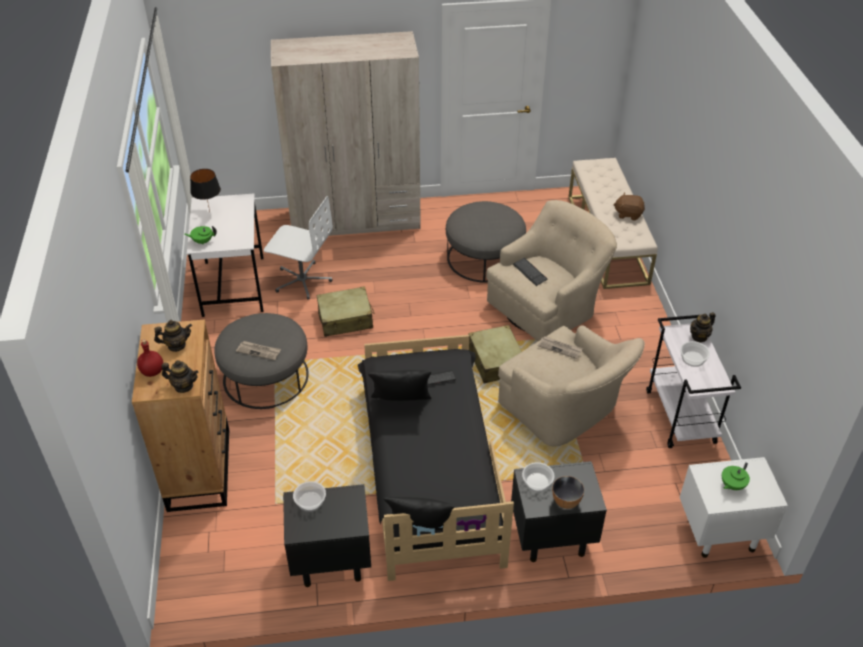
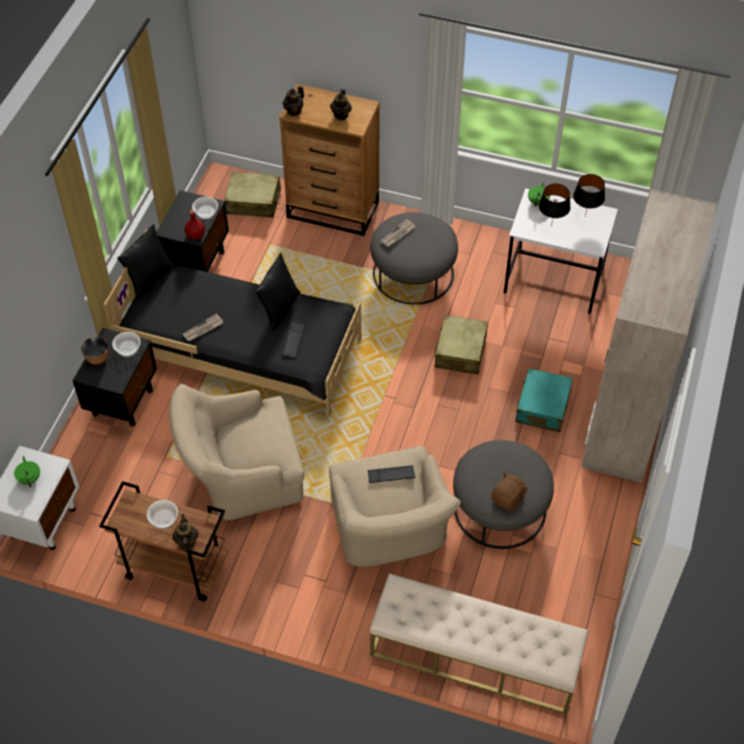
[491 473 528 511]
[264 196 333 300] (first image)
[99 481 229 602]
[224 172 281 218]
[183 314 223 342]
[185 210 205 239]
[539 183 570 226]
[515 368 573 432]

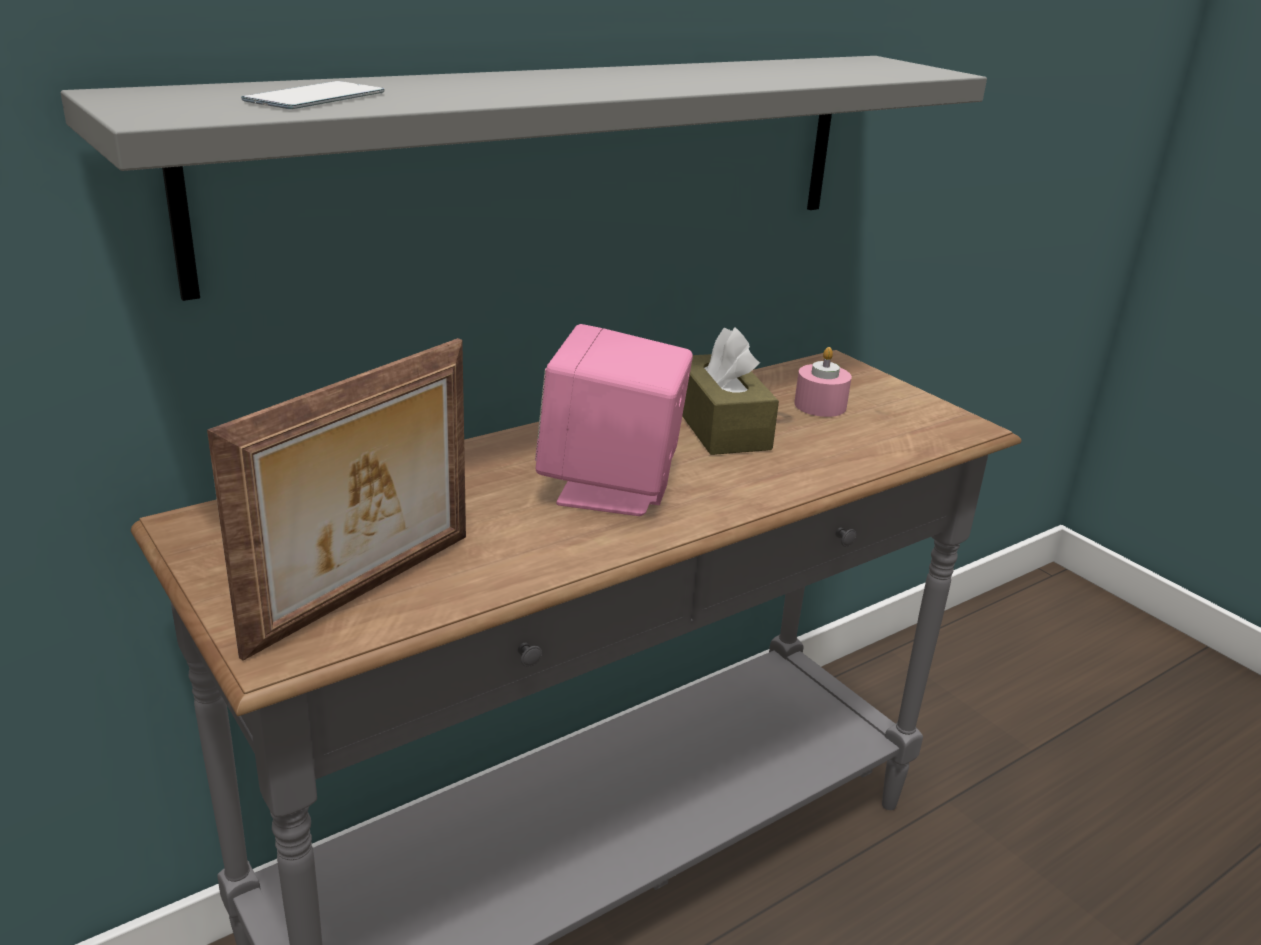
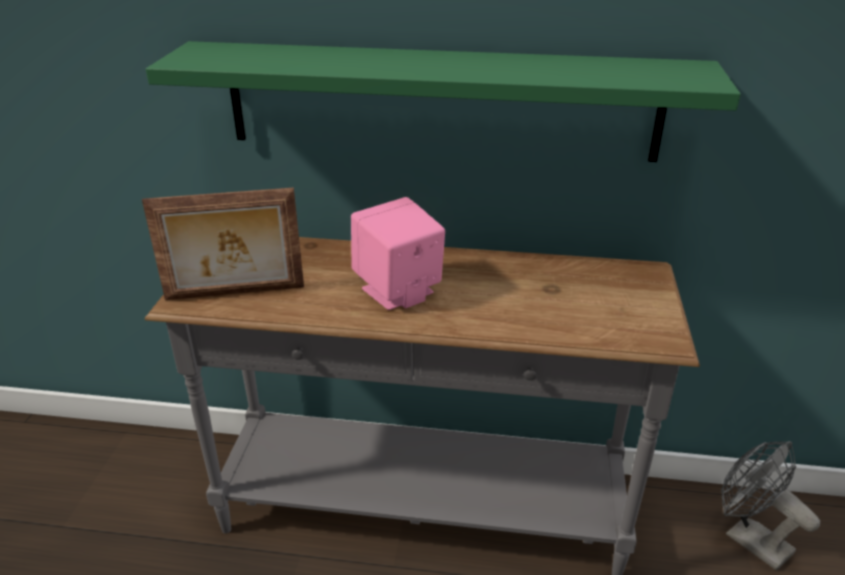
[146 41 741 162]
[241 81 384 109] (first image)
[682 327 779 455] (first image)
[794 347 852 417] (first image)
[721 441 820 571]

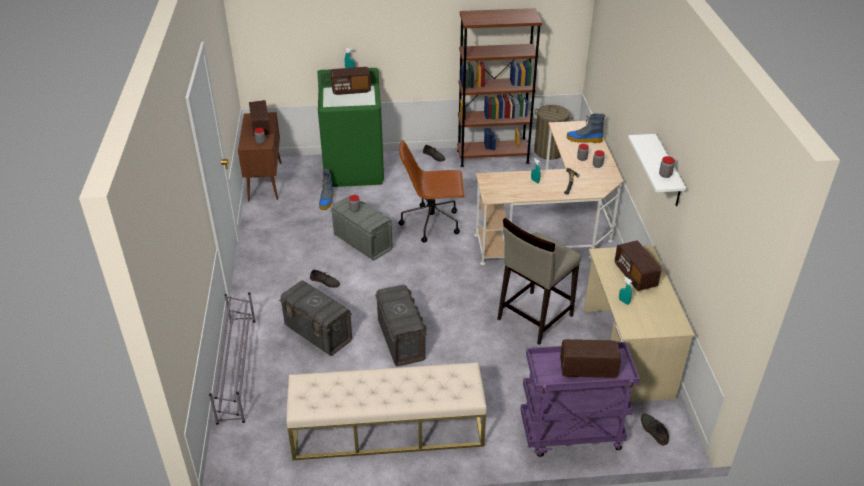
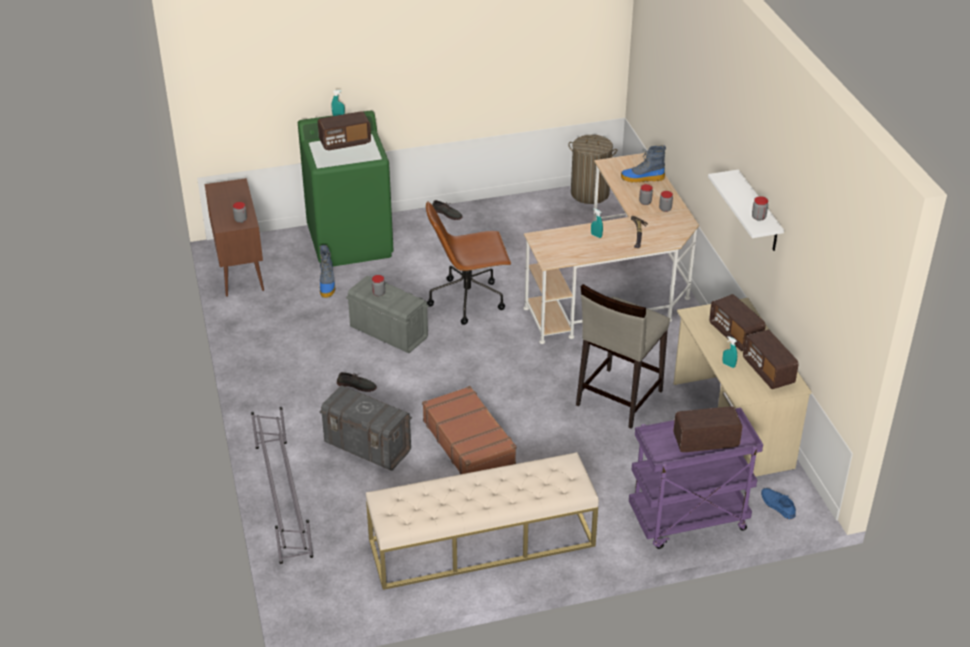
[457 8 542 167] (first image)
[743 329 799 389]
[422 386 516 474]
[761 488 796 519]

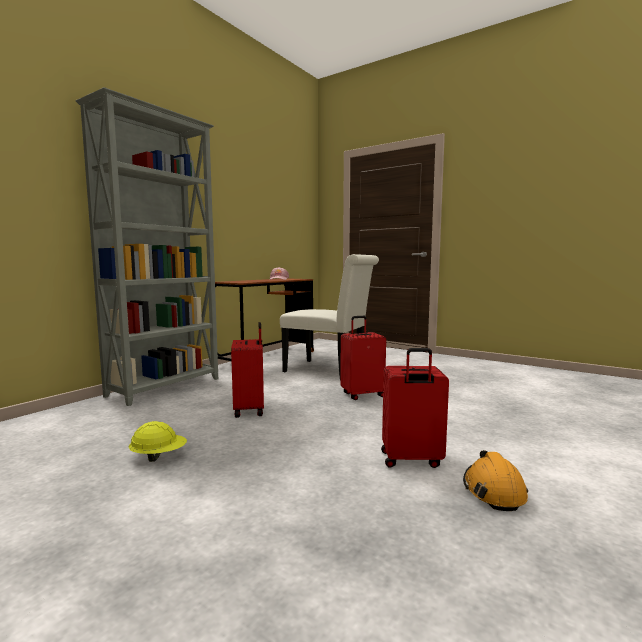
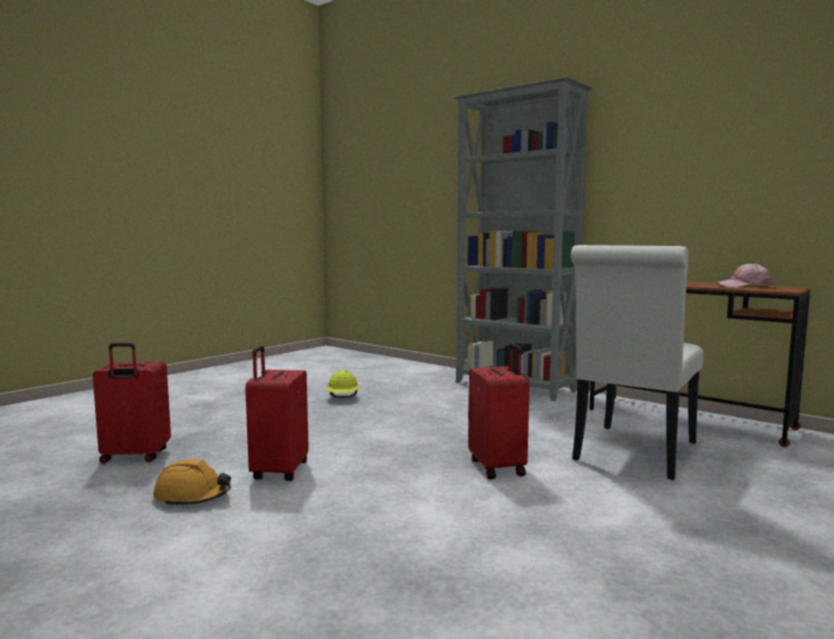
[93 343 171 463]

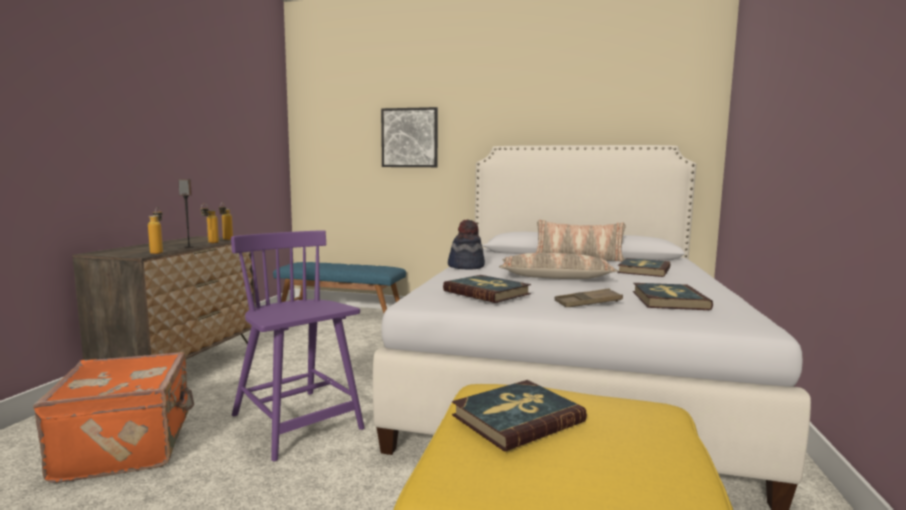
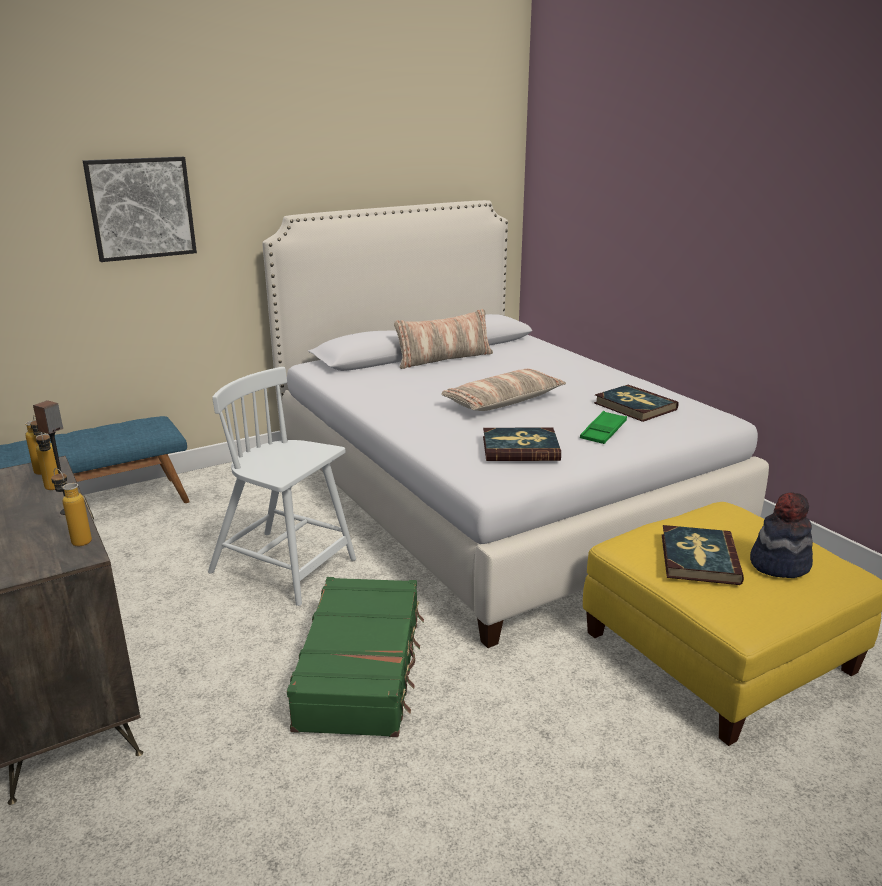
[750 492 813 578]
[287 577 424 737]
[617 258 671 277] (first image)
[580 411 627 444]
[33 352 194 483] (first image)
[208 367 356 606]

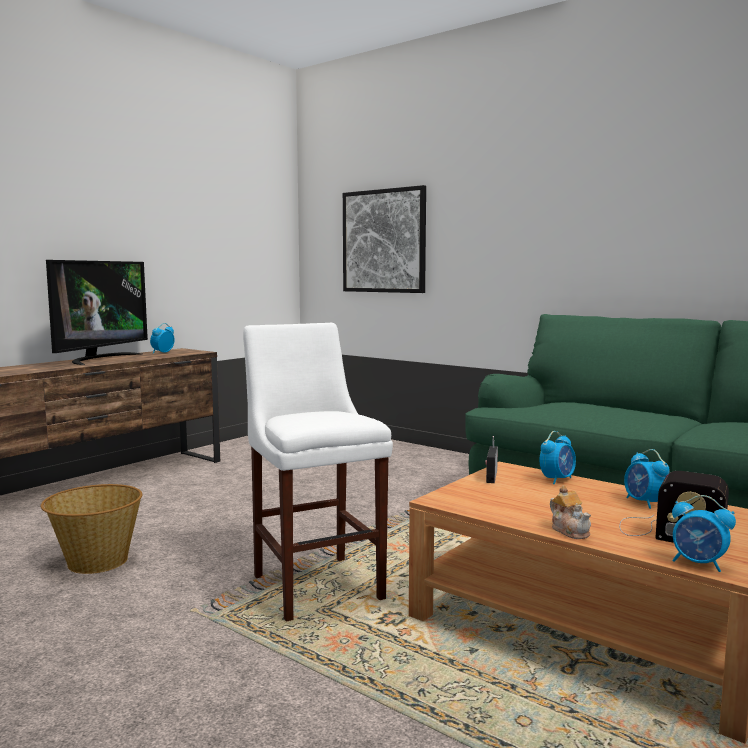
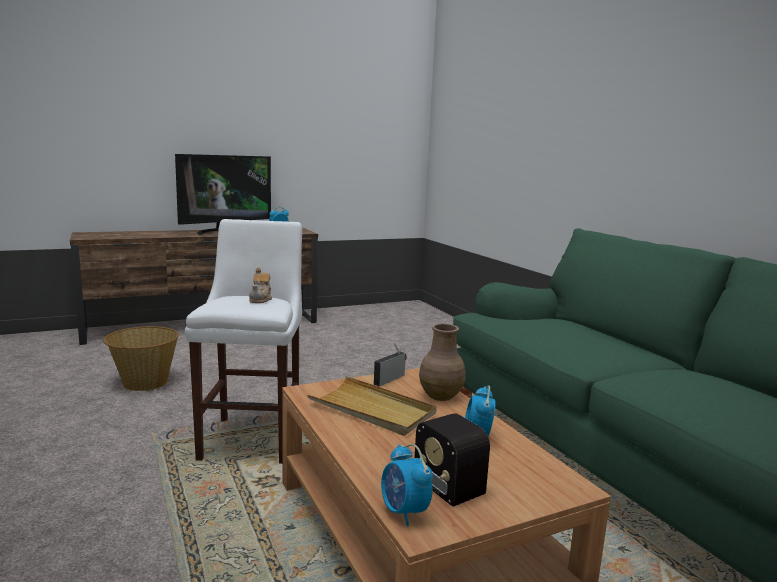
[343 185 426 293] (first image)
[419 324 466 401]
[249 268 272 303]
[307 376 437 436]

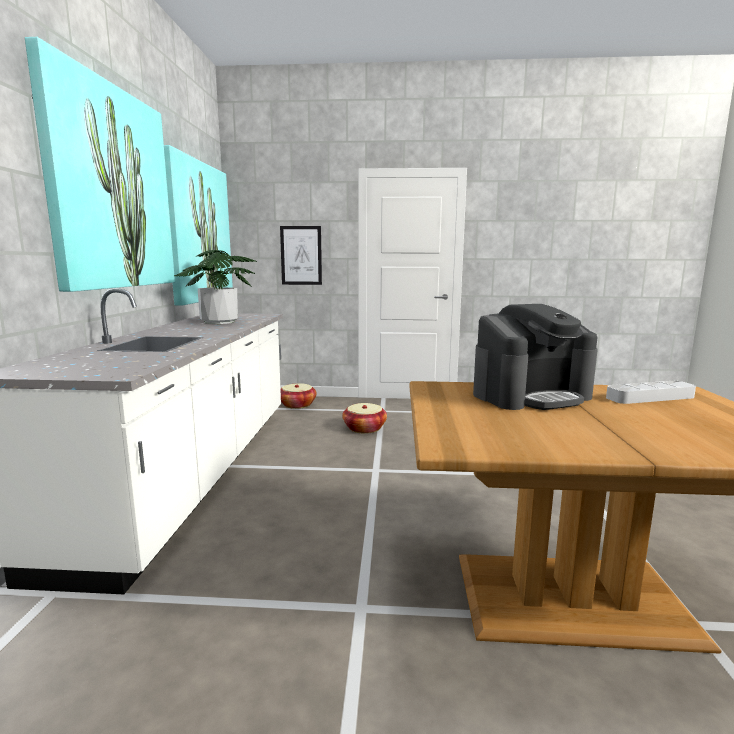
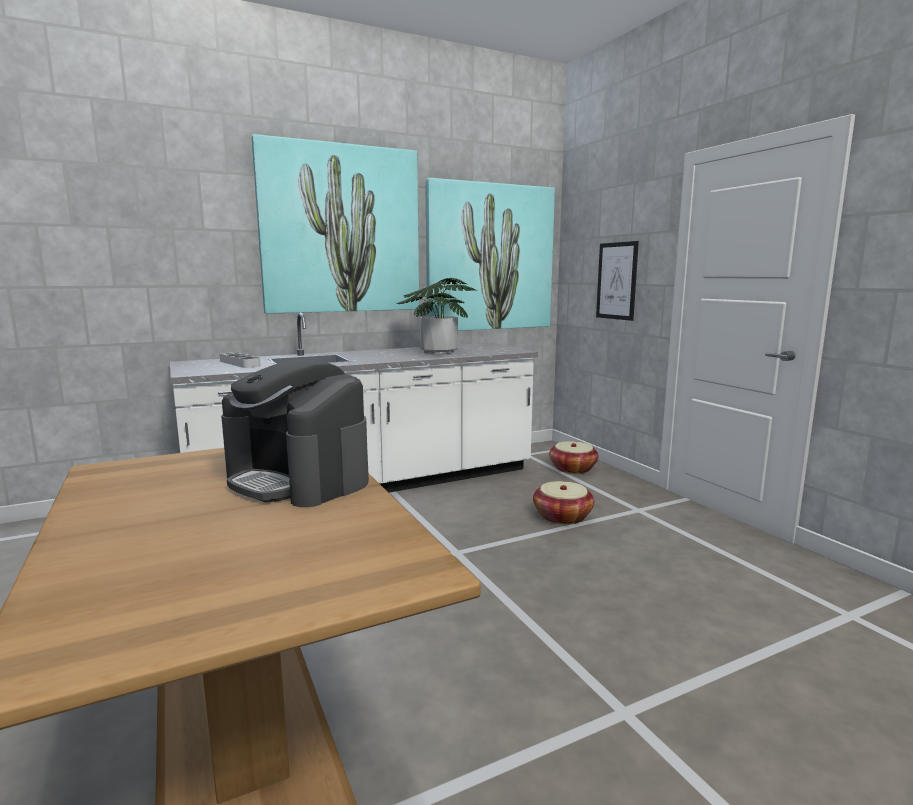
[220 352 261 368]

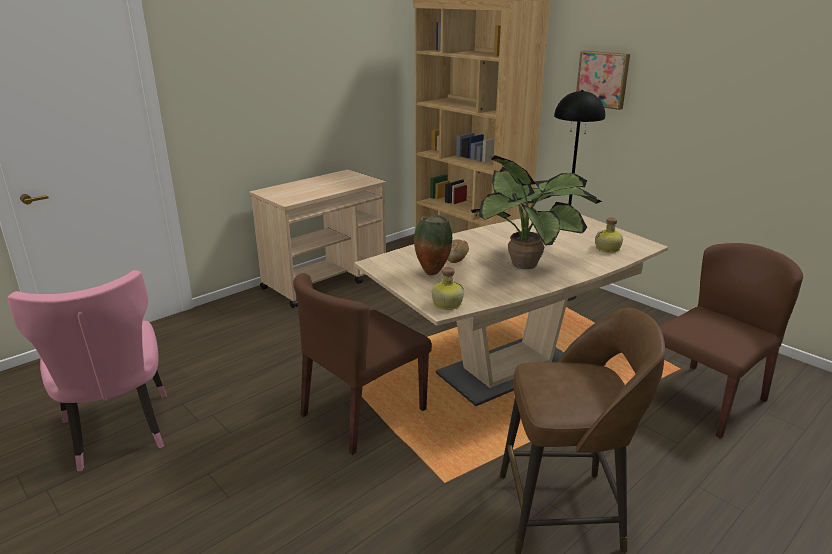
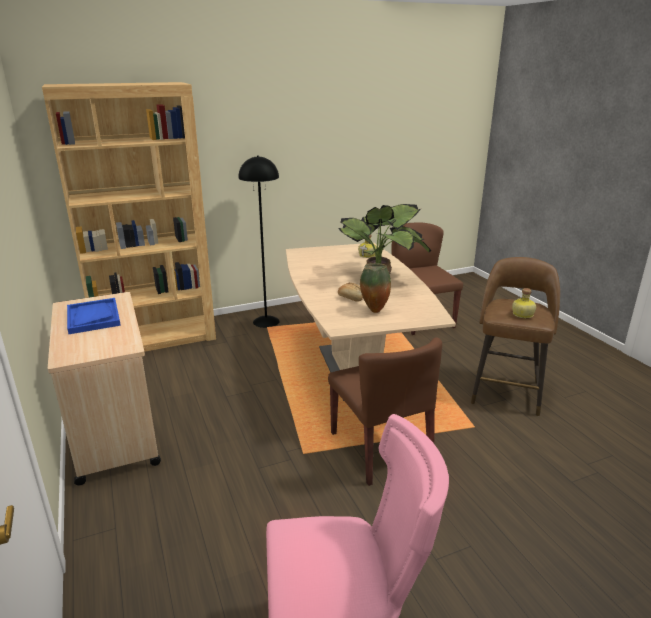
[576 51 630 110] (first image)
[512 288 536 318]
[67 298 121 334]

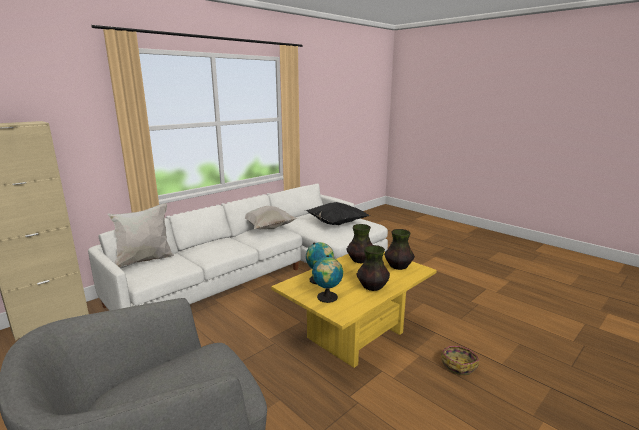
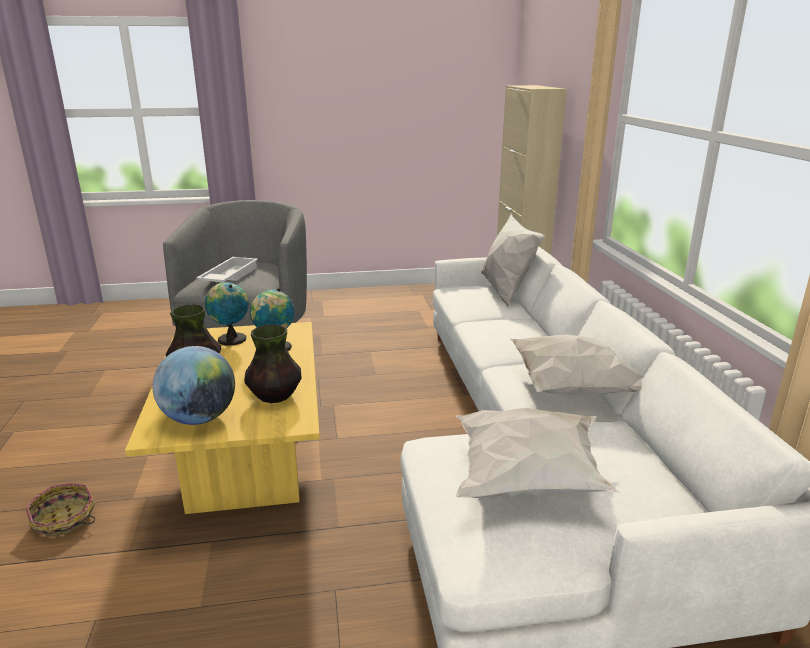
[456 408 620 498]
[153 346 235 425]
[196 257 258 282]

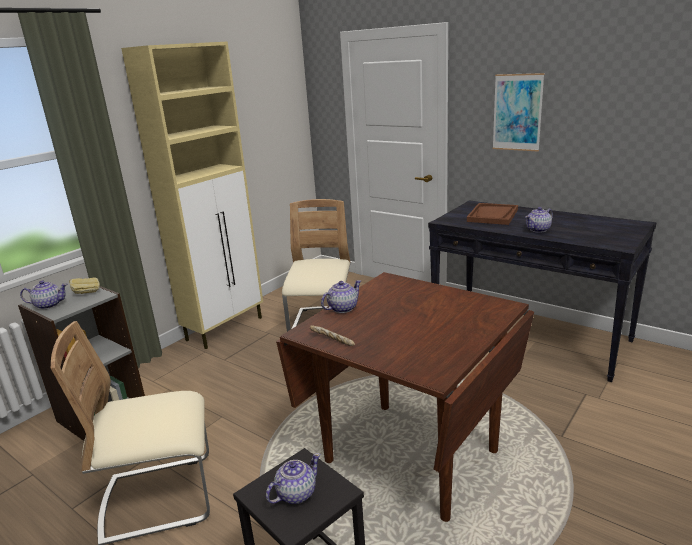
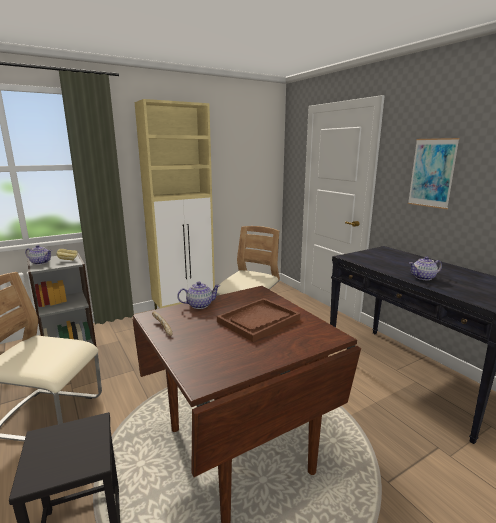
[217 298 300 342]
[266 453 321 504] (first image)

